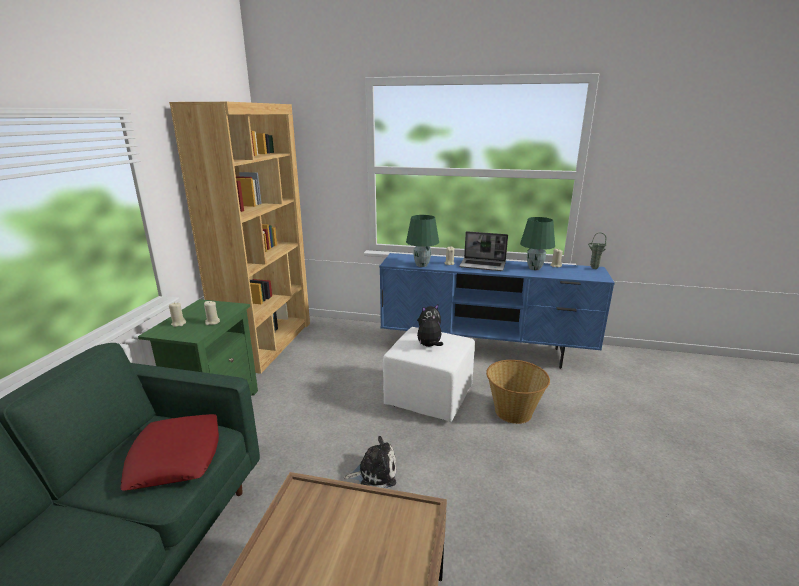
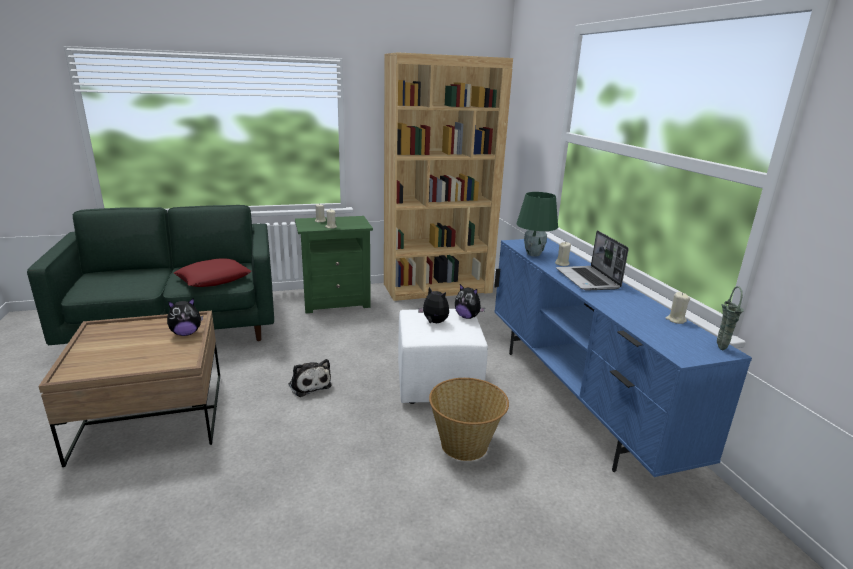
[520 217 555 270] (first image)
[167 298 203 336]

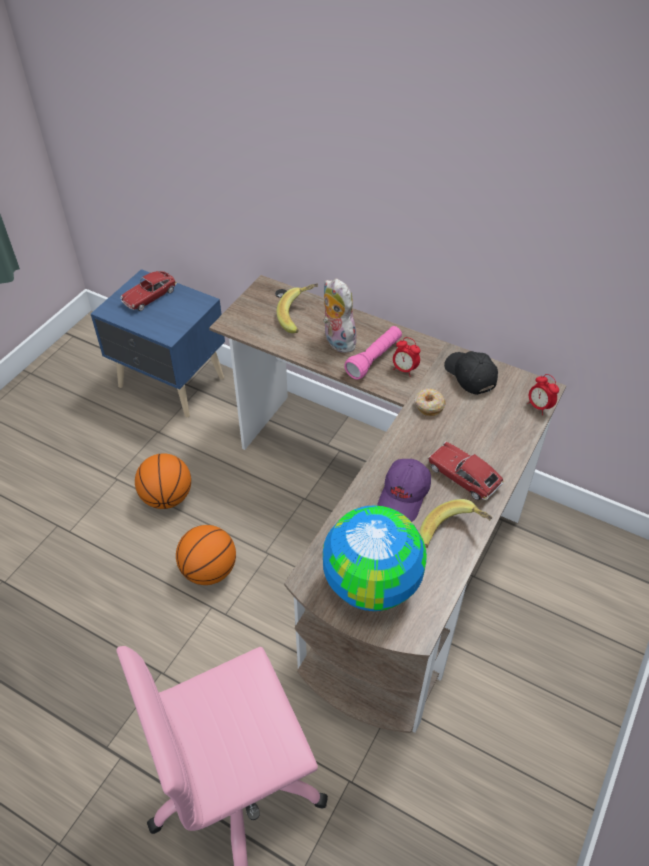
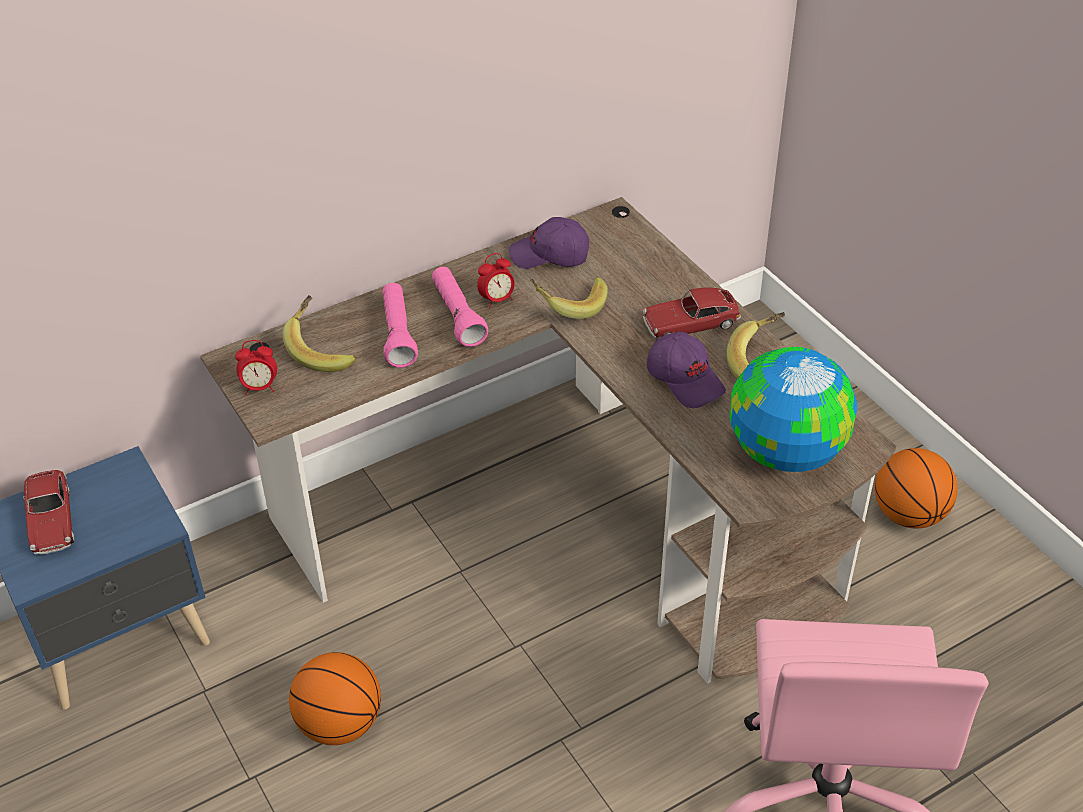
[382 283 418 368]
[509 217 589 269]
[235 340 277 395]
[530 277 608 319]
[875 448 958 528]

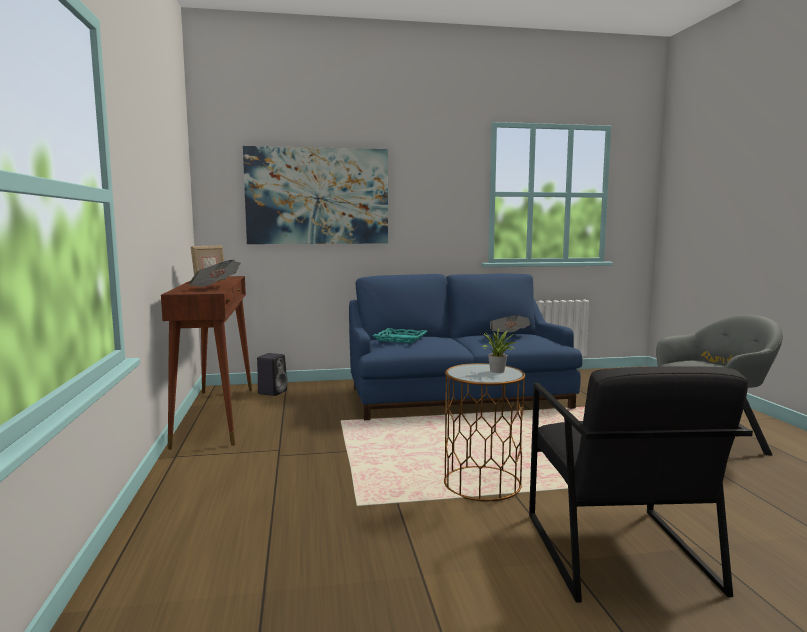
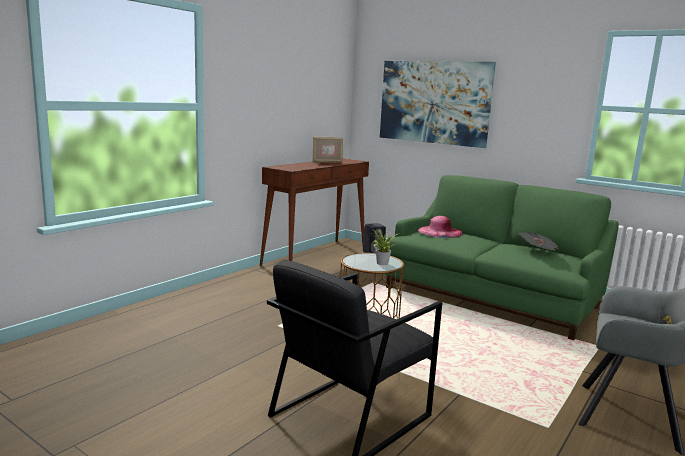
[189 260 241 287] (first image)
[385 175 619 340]
[418 216 463 238]

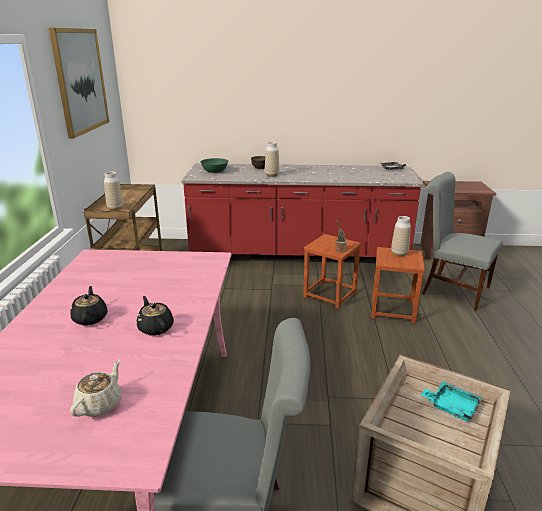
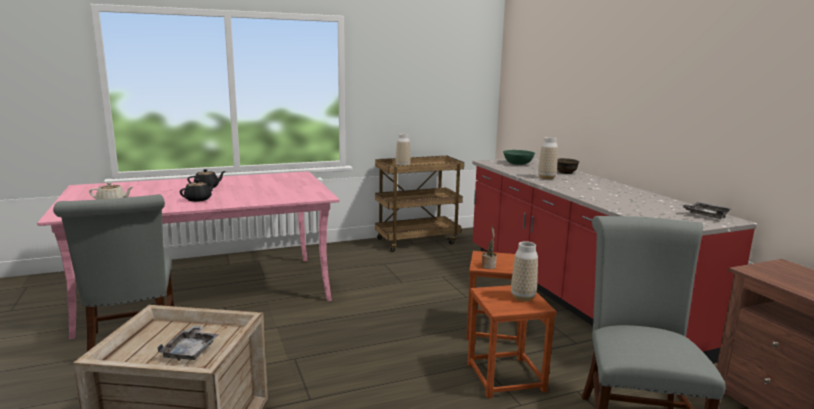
[49 28 109 139] (first image)
[157 326 219 361]

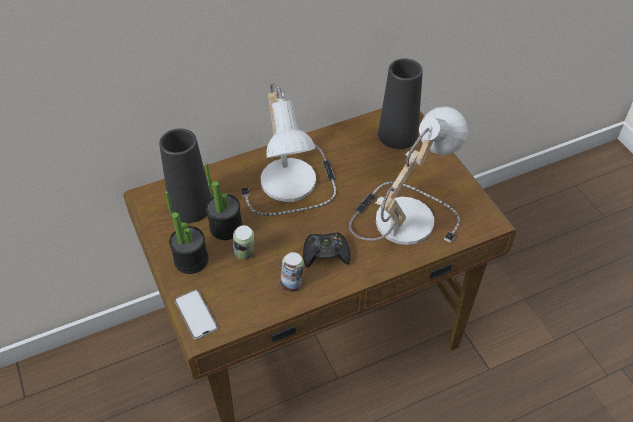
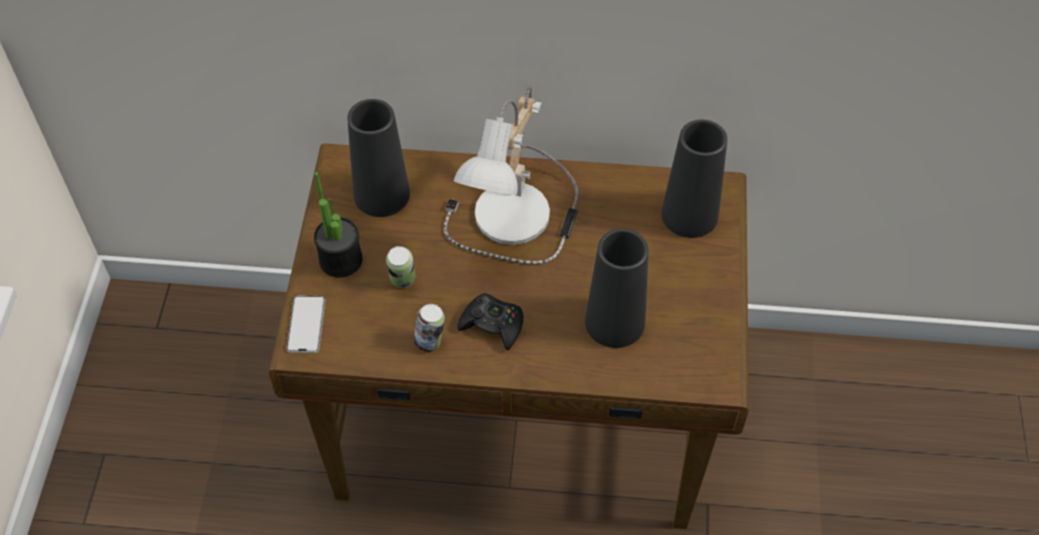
[585 229 648 348]
[205 163 243 240] (first image)

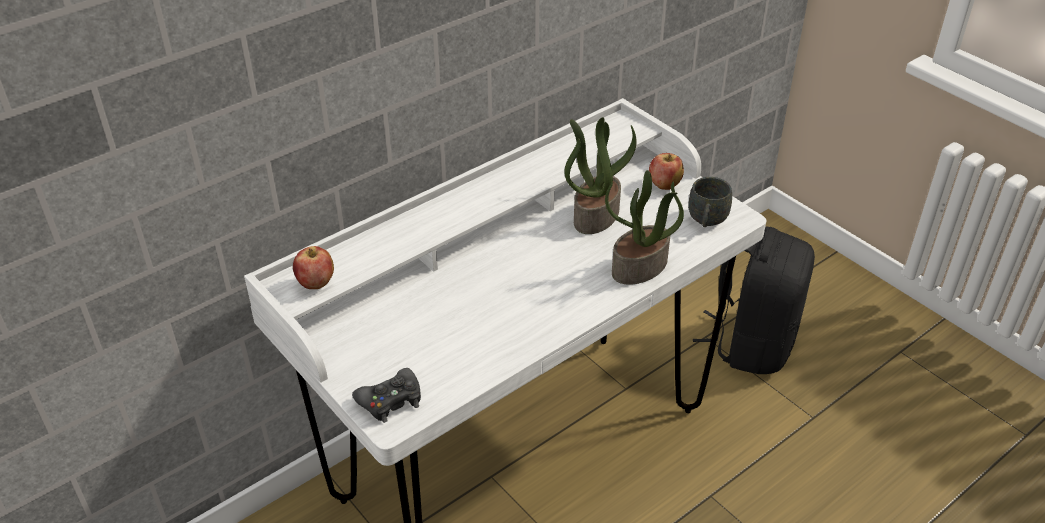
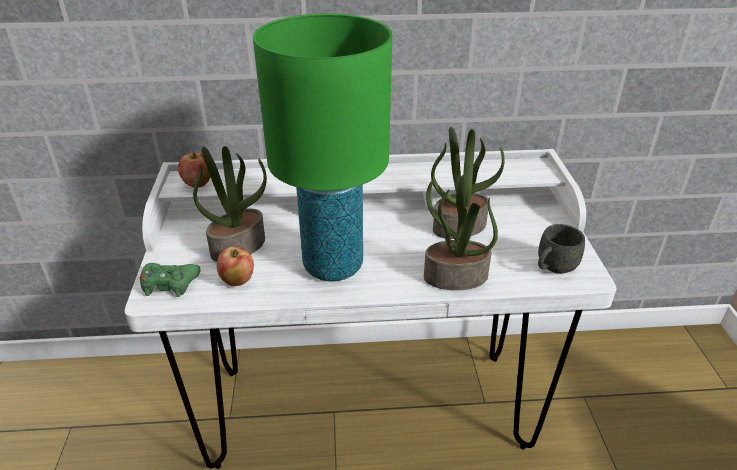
[217 246 254 286]
[693 226 815 374] (first image)
[140 263 201 297]
[253 13 392 282]
[193 146 267 262]

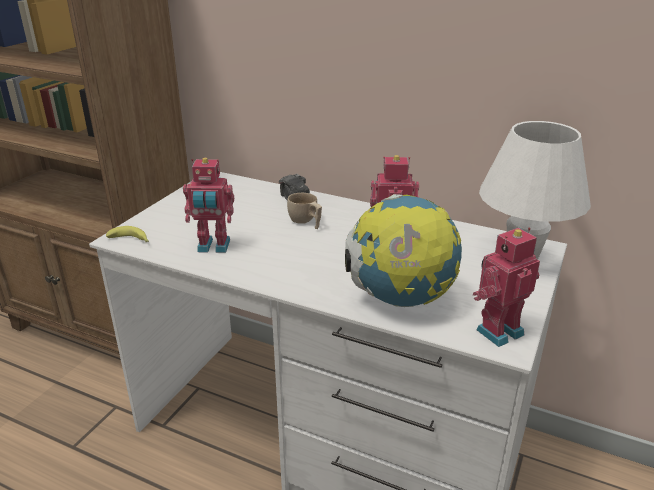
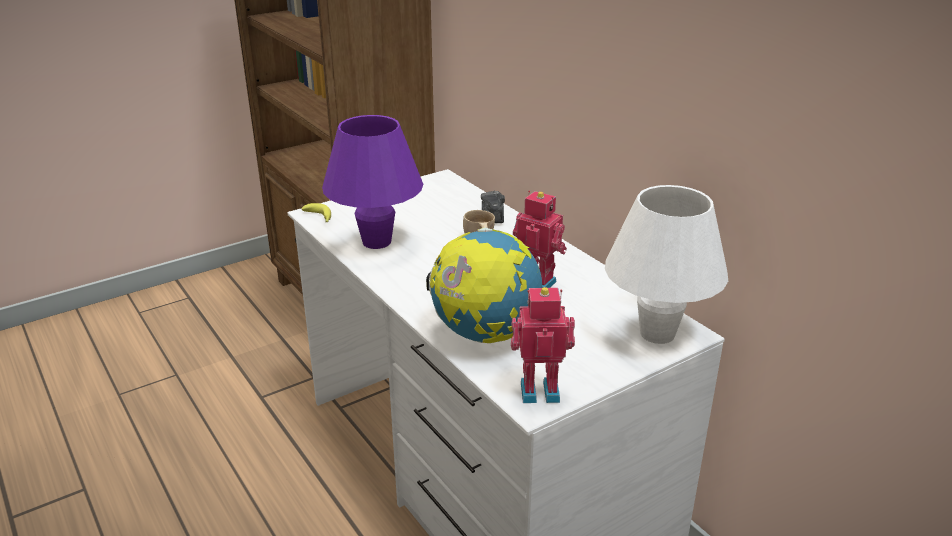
[322 115 423 249]

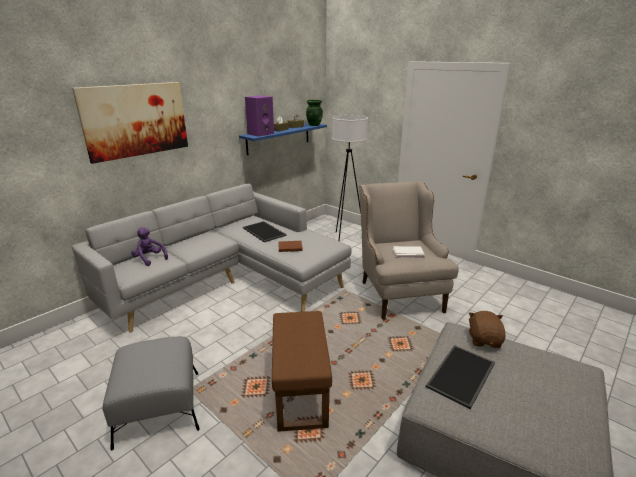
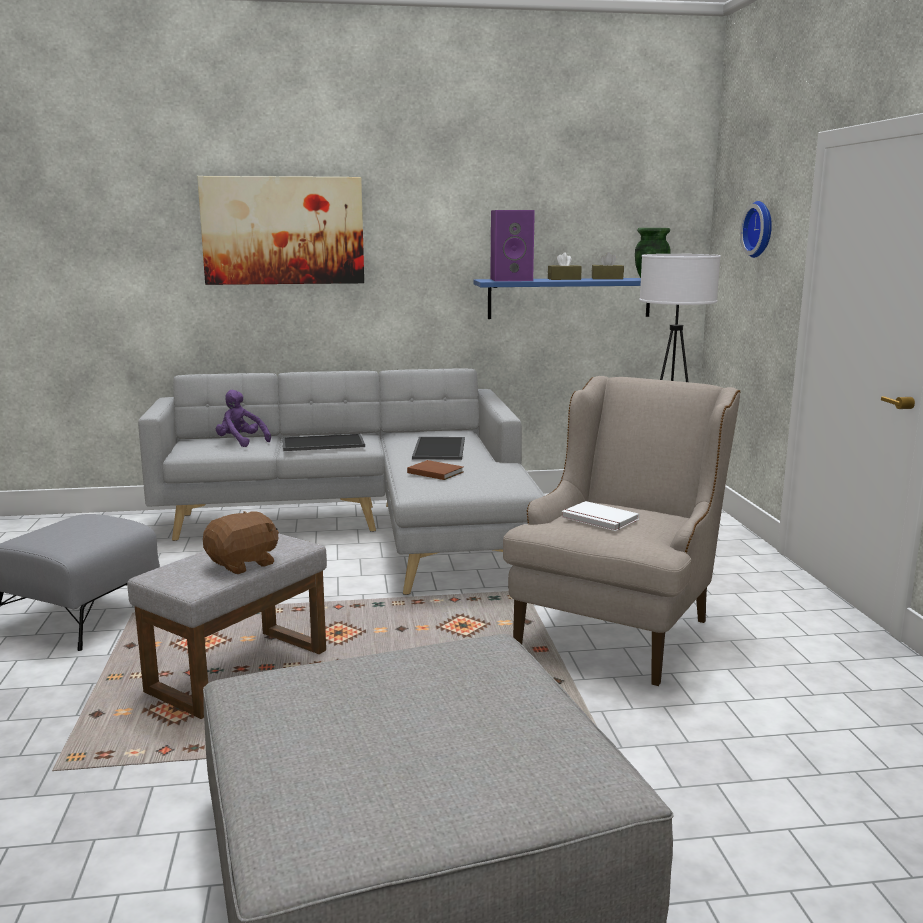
[216 390 271 447]
[127 534 327 719]
[203 511 279 574]
[282 434 365 451]
[740 201 772 258]

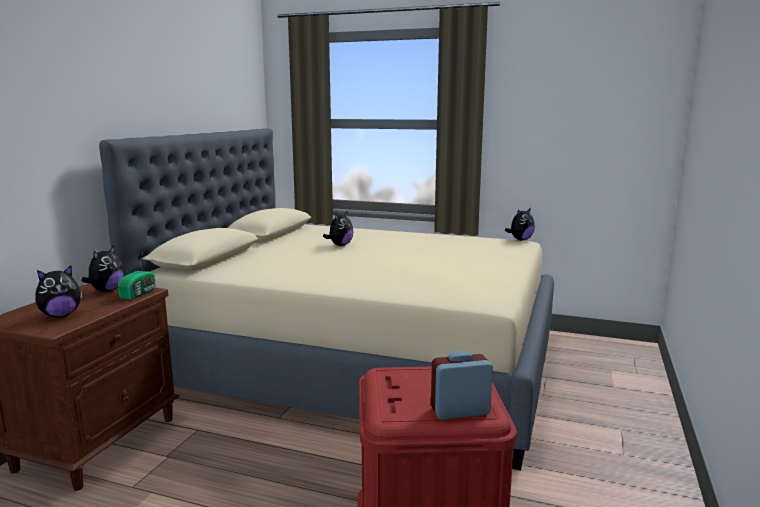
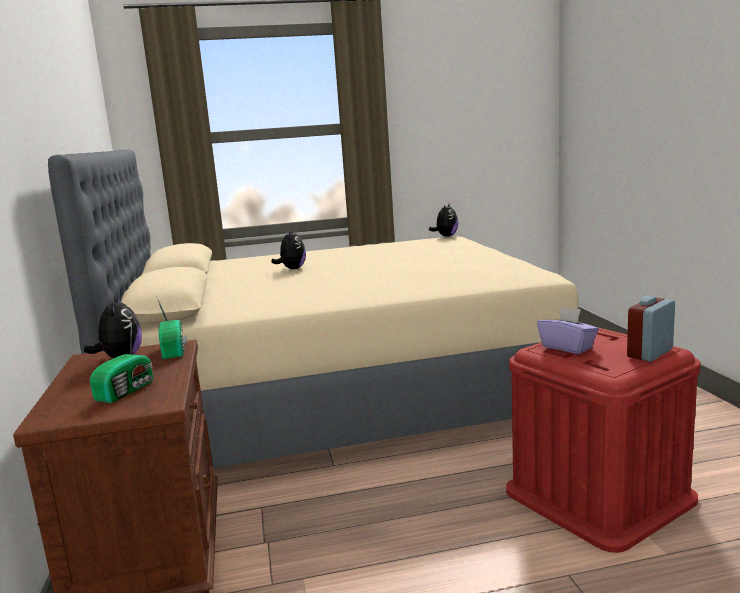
[90 323 153 403]
[537 306 599 354]

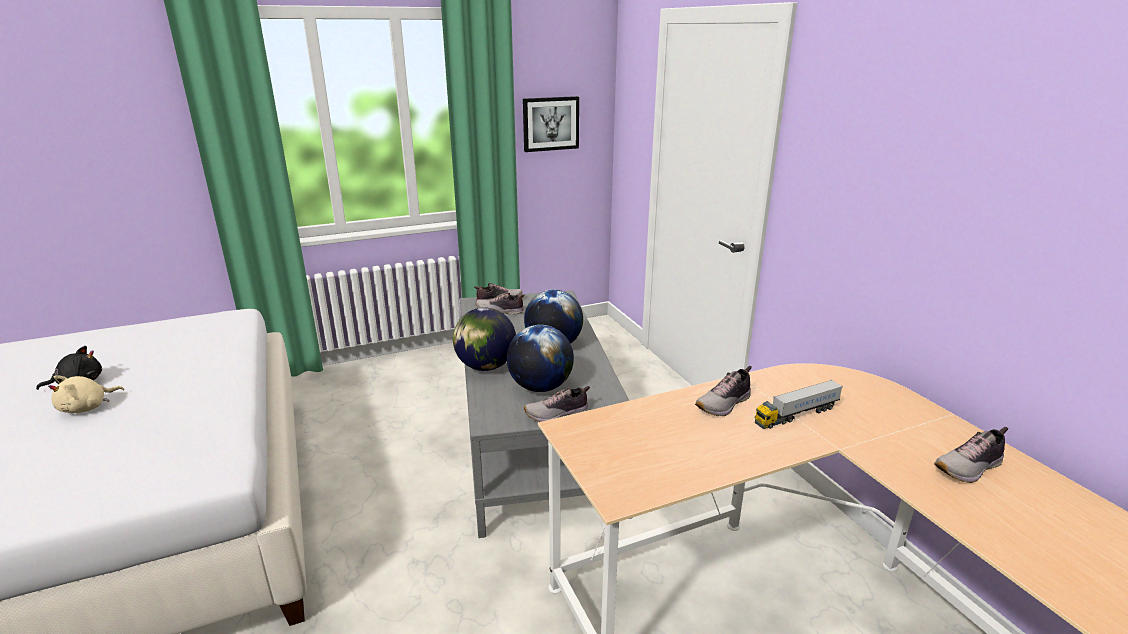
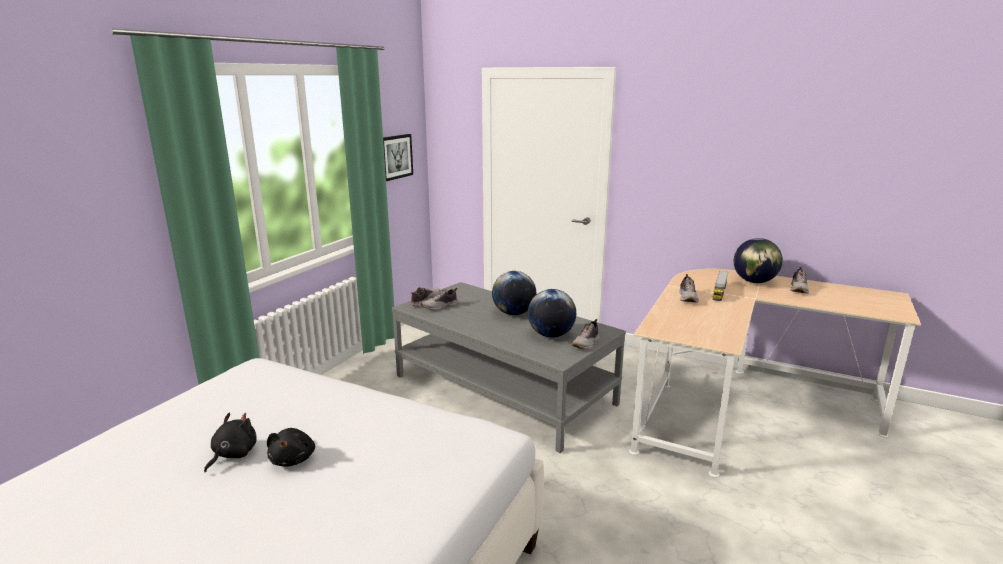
[734 238 783 283]
[267 428 315 467]

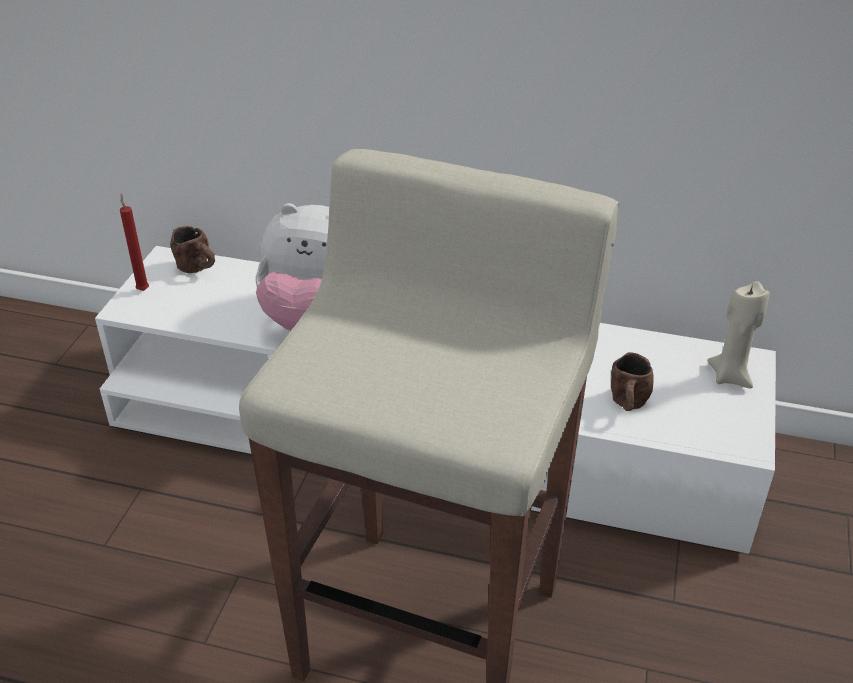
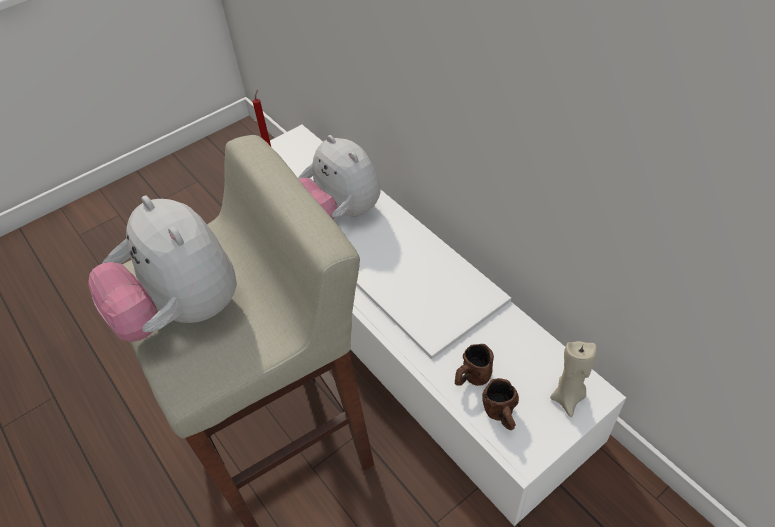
[482 378 519 430]
[88 195 237 342]

